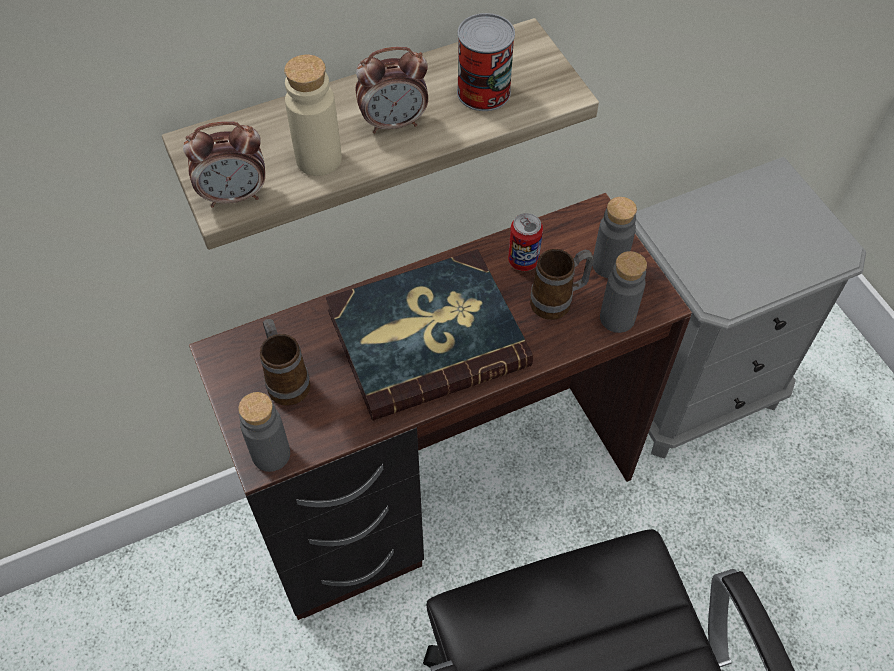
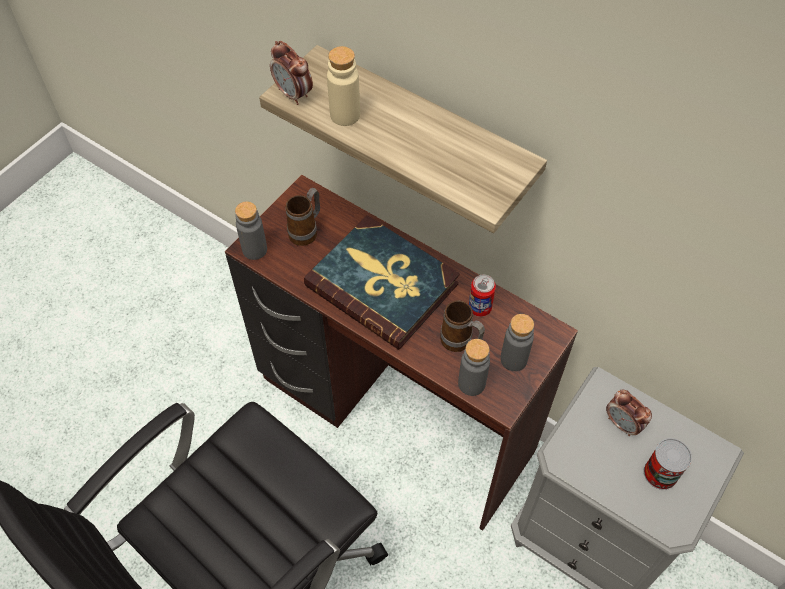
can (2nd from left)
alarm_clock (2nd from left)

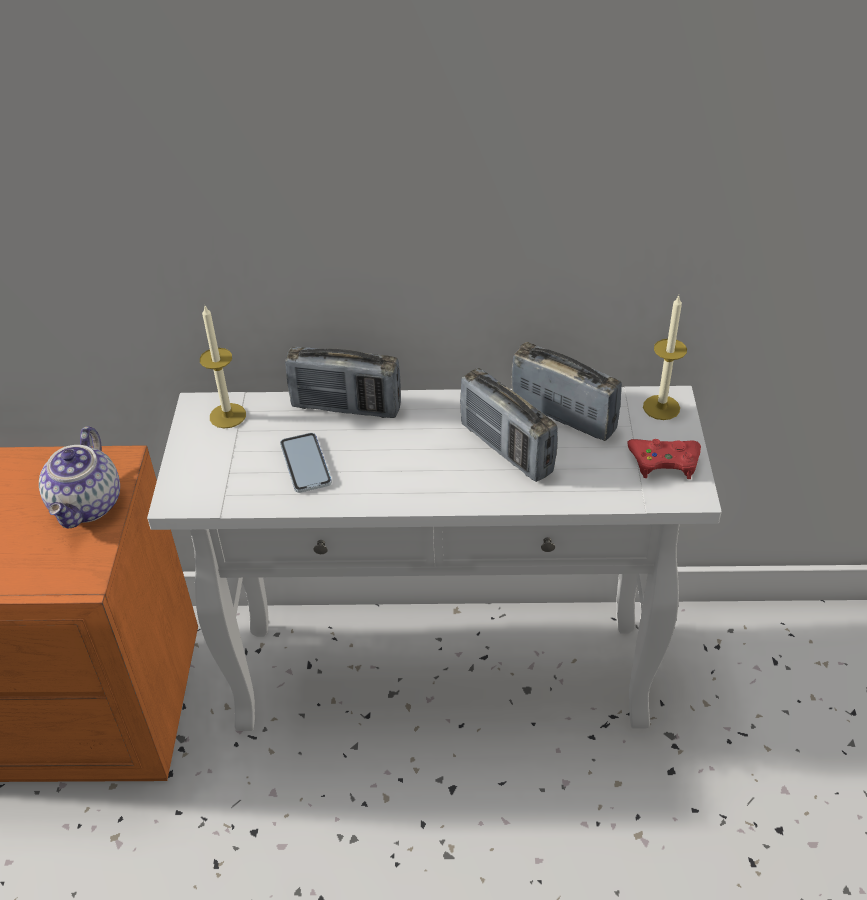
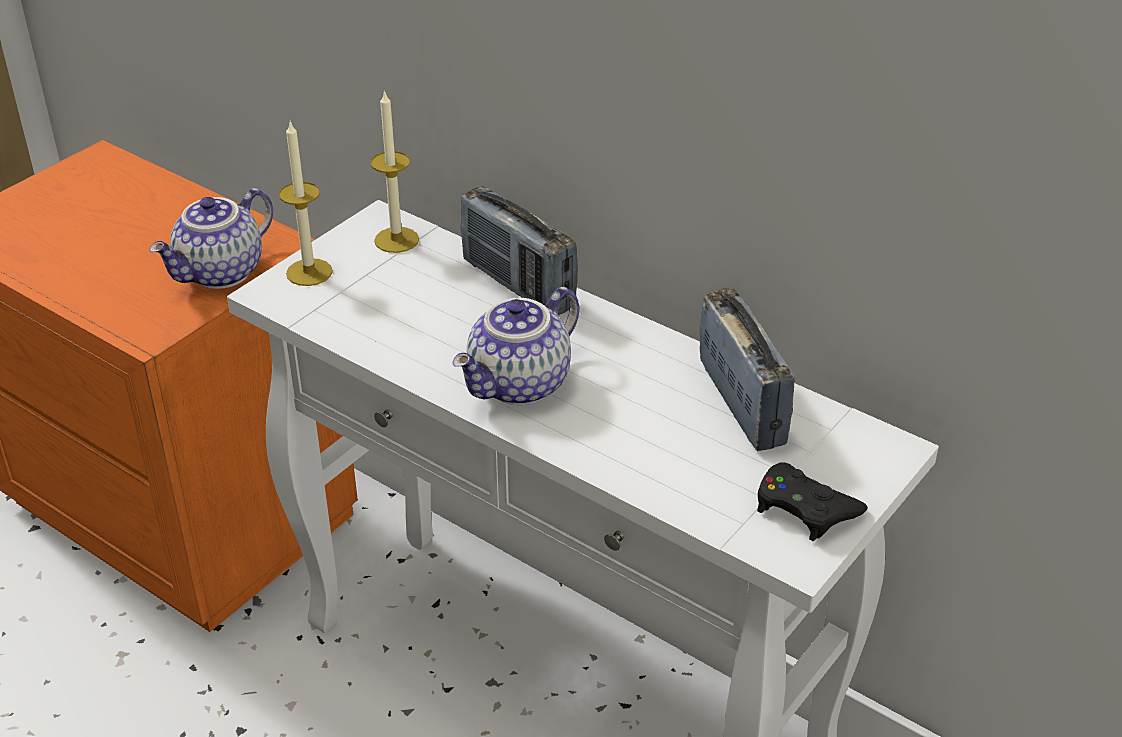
candle (1st from left)
radio (2nd from left in the first image)
phone
black_game_controller
teapot (2nd from left)

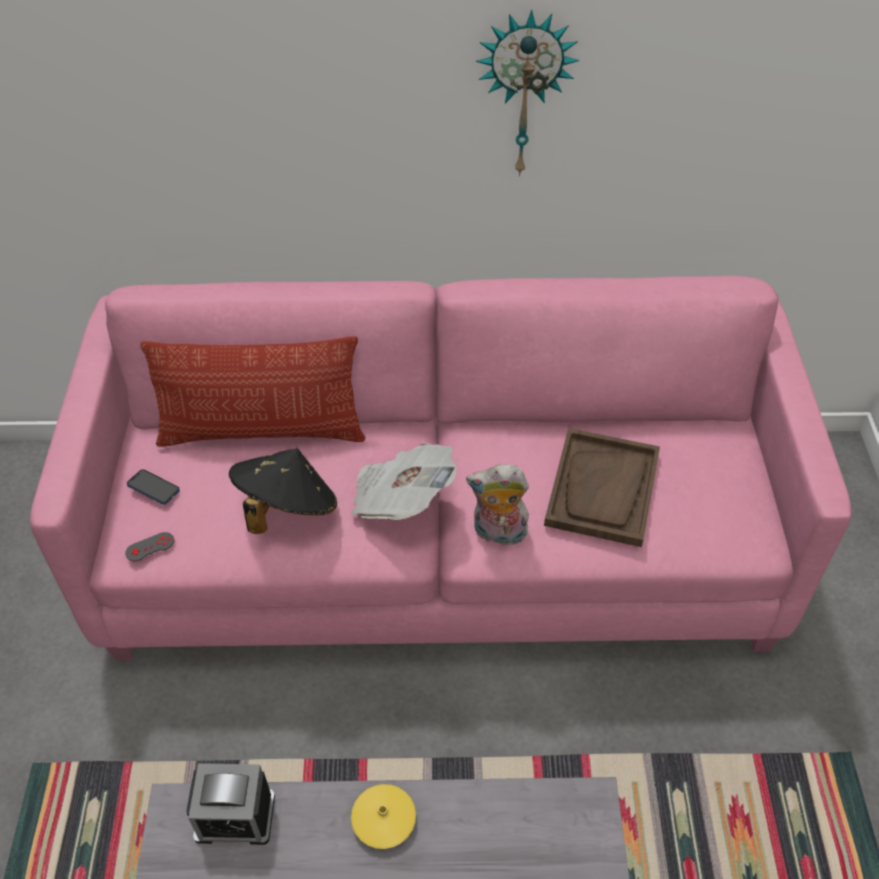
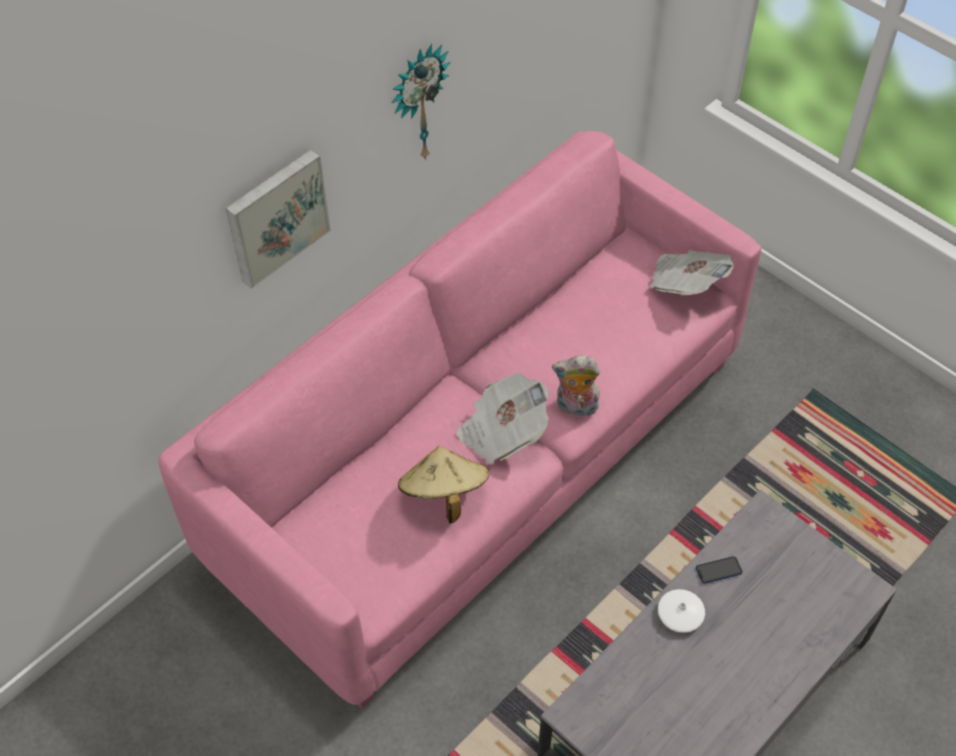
pillow
brown_tray
beige_hat
plush_toy
phone
grey_game_controller
alarm_clock
white_vase
picture
newspaper (2nd from left)

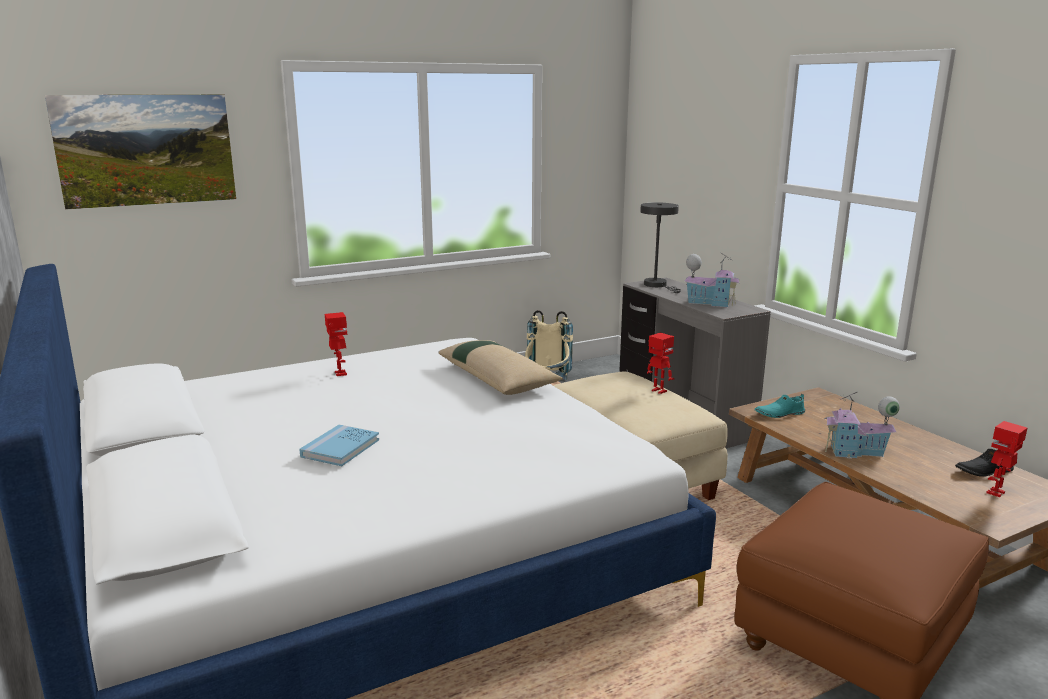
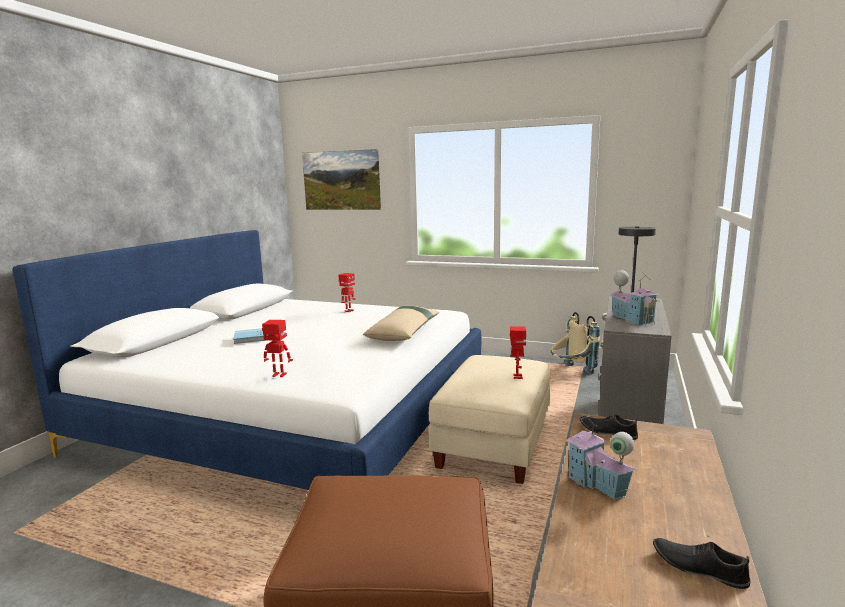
black_shoe (1st from left)
toy_robot (1st from left)

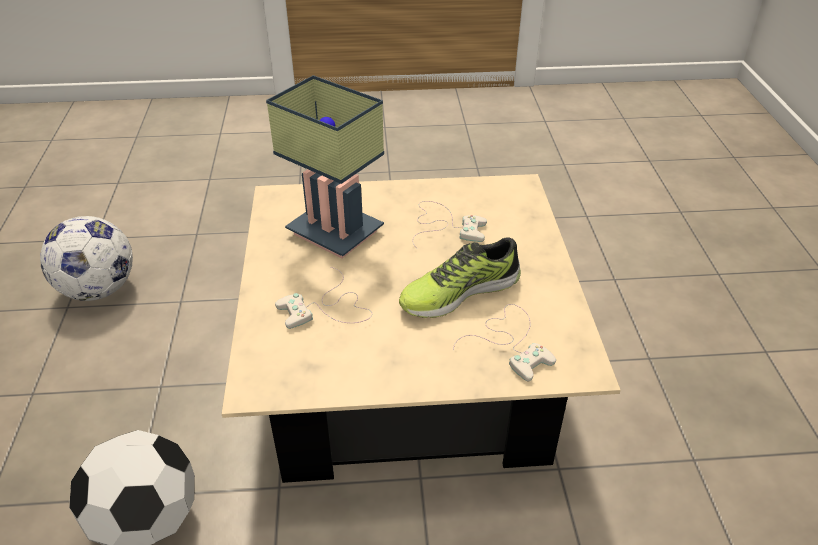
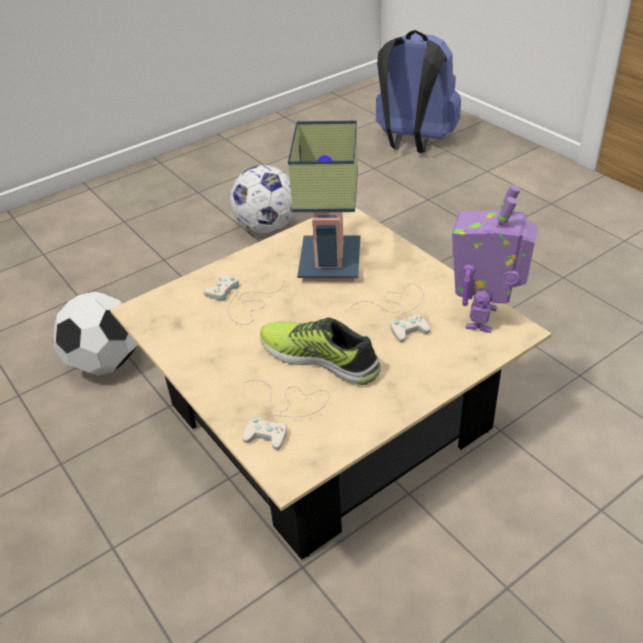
blue_backpack
toy_robot

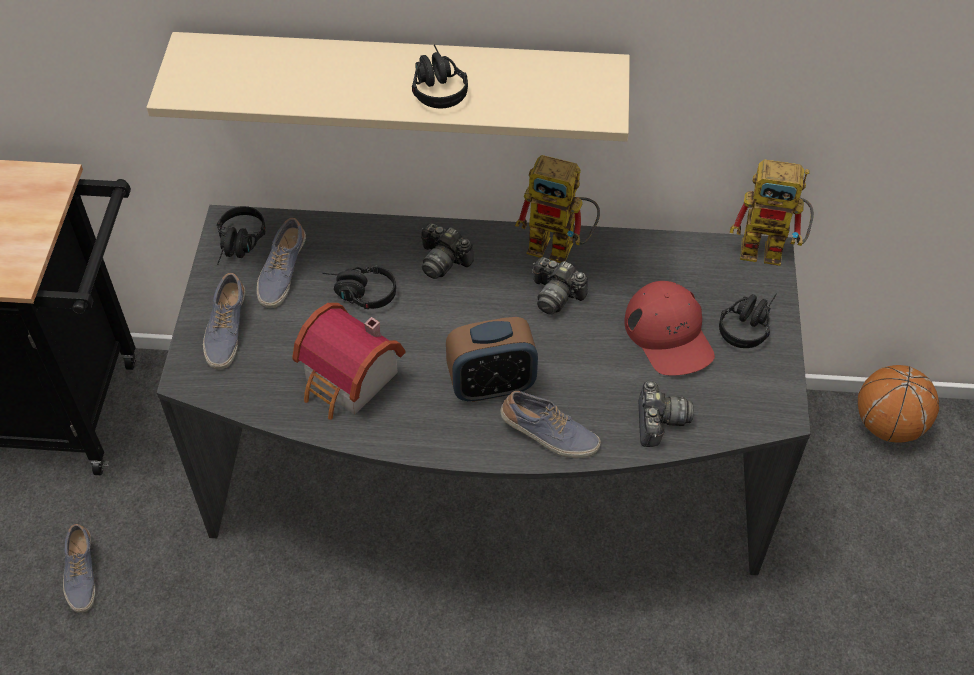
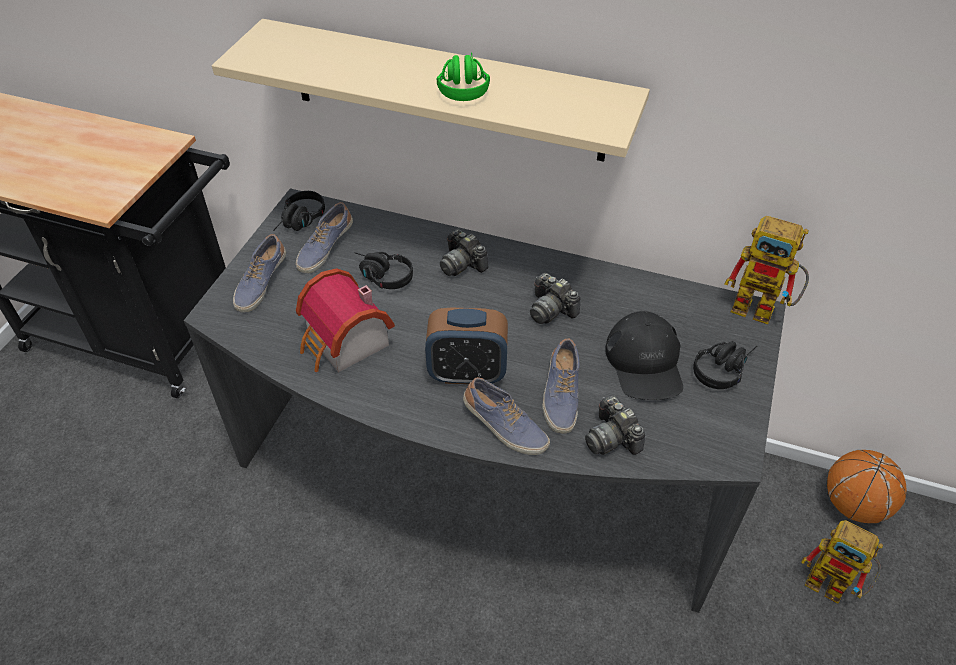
green_headphones
toy_robot (2nd from left)
black_cap
photo_camera (3rd from left)
shoe (4th from left)

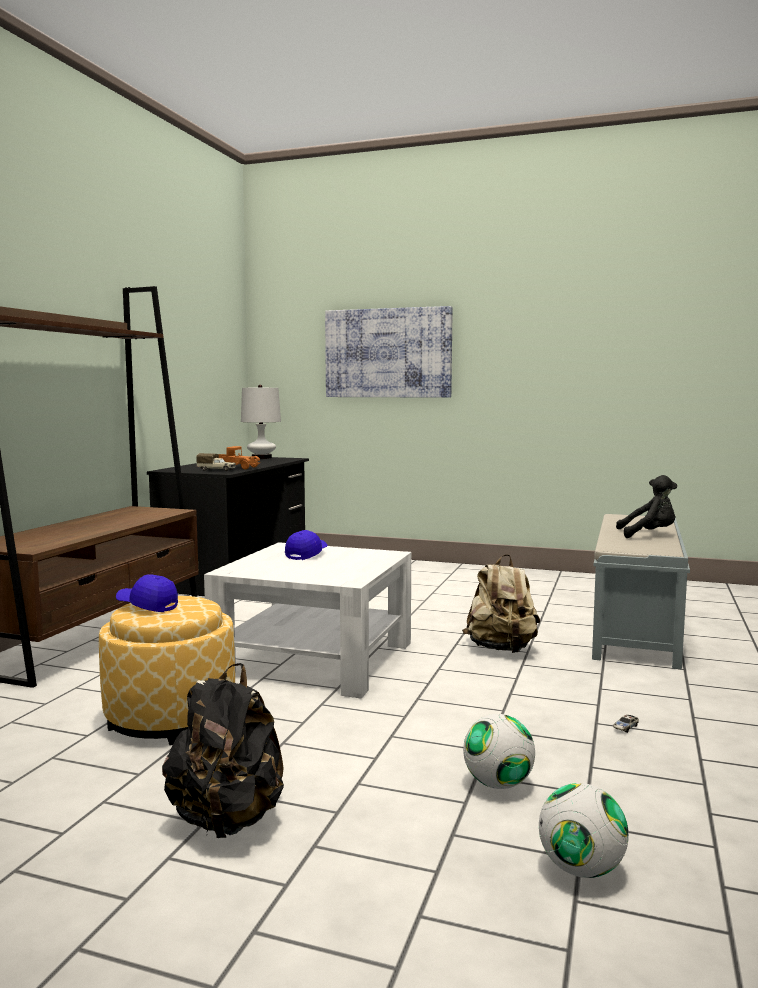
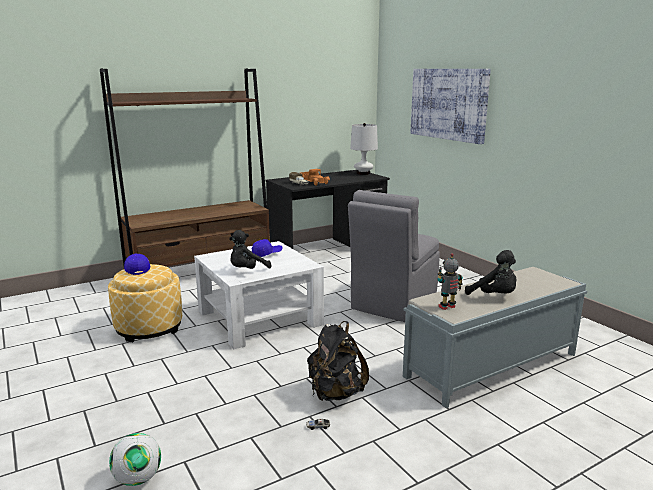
beige_backpack
black_backpack
football (1st from left in the first image)
grey_chair
black_plush_toy (1st from left)
toy_robot

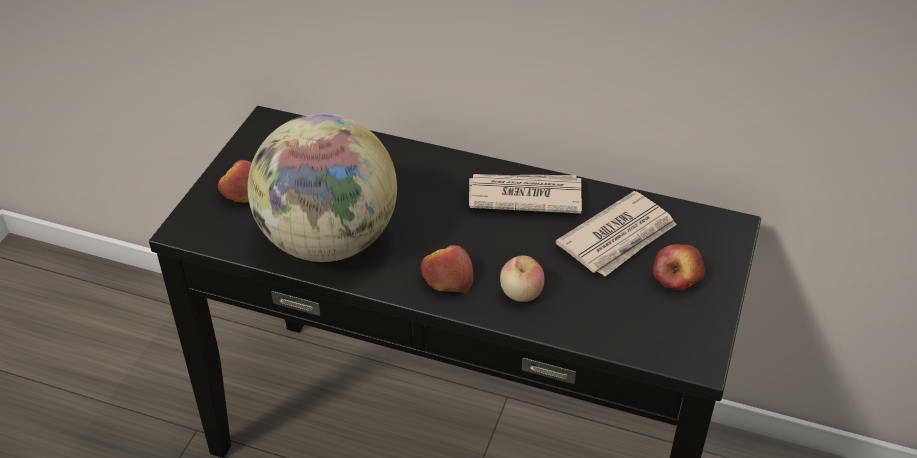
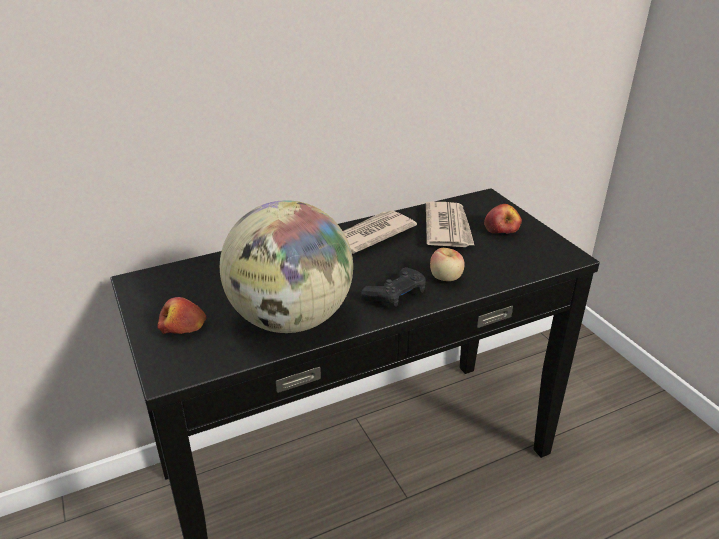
black_game_controller

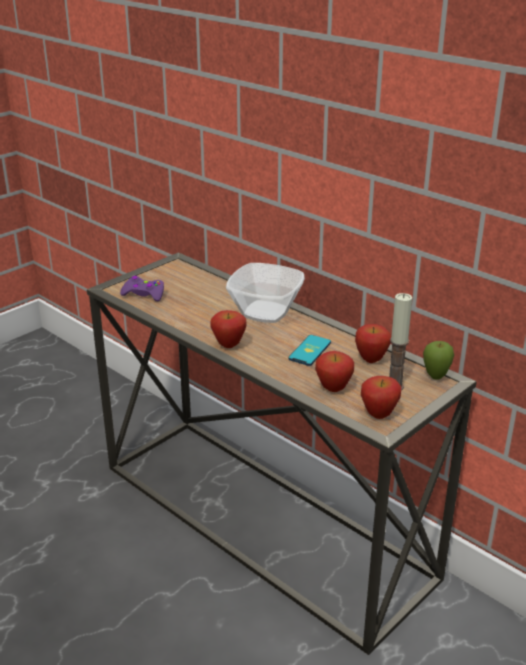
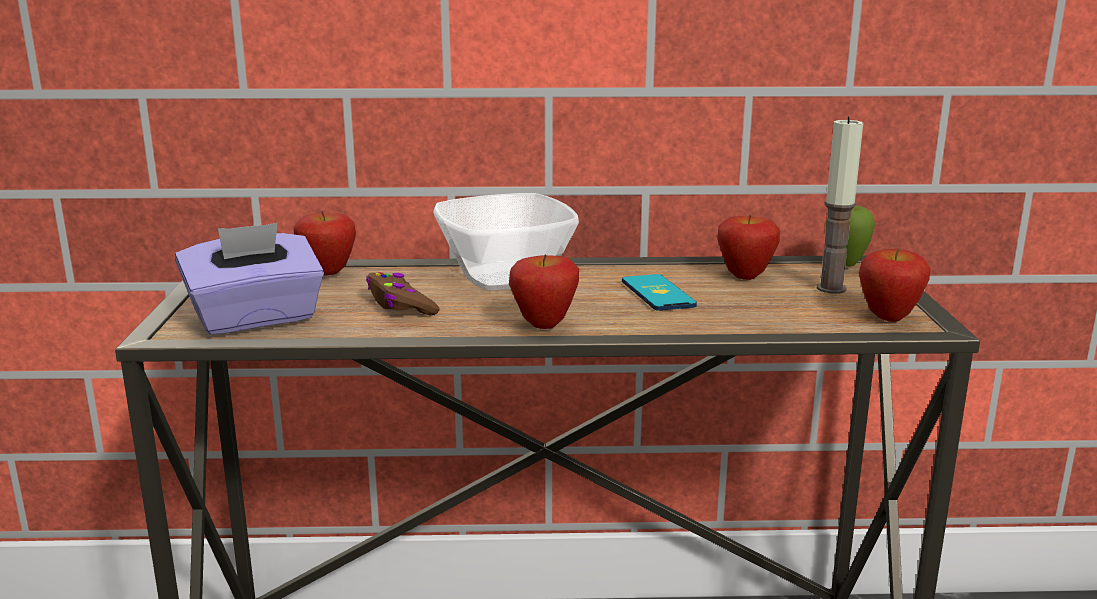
purple_tissue_box
apple (1st from left)
brown_game_controller

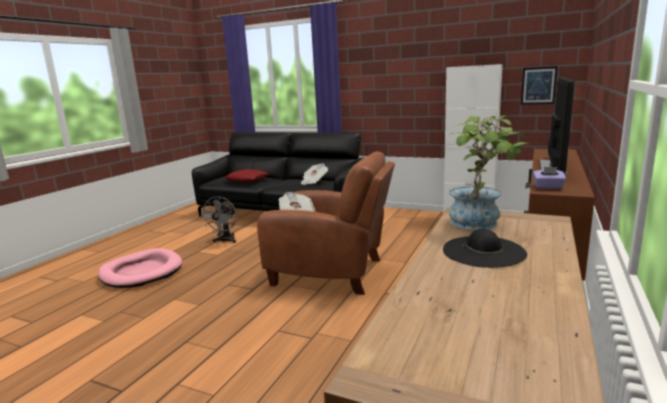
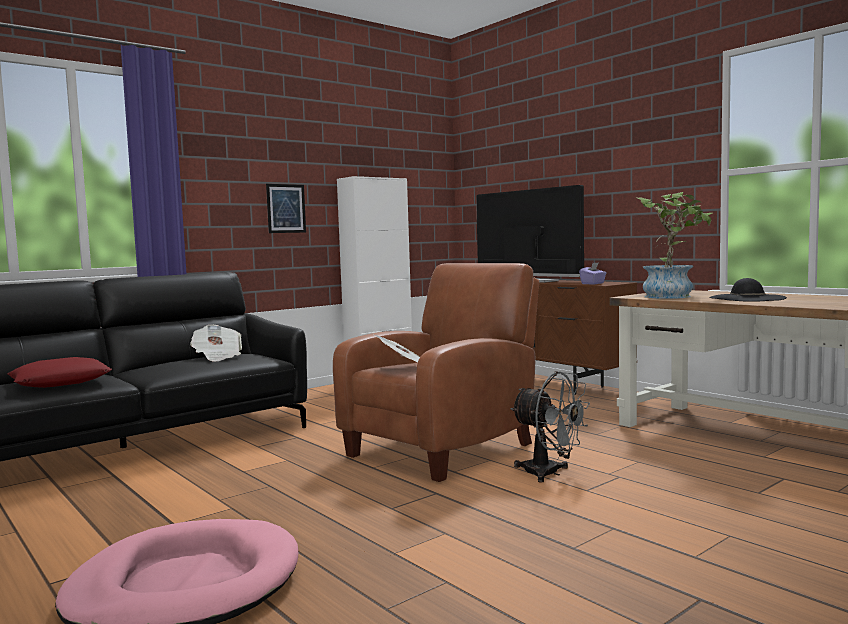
picture
grey_fan

